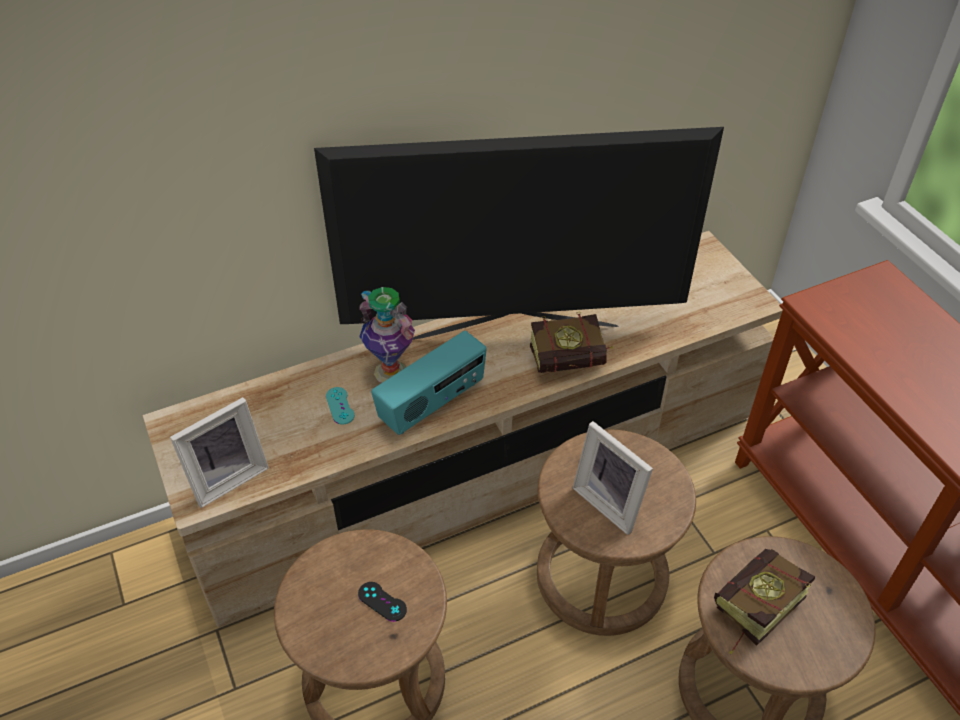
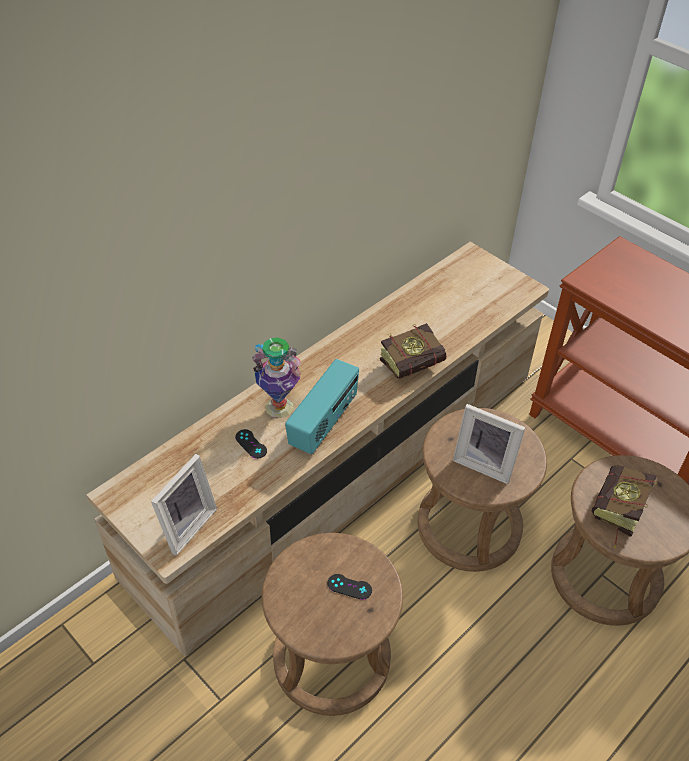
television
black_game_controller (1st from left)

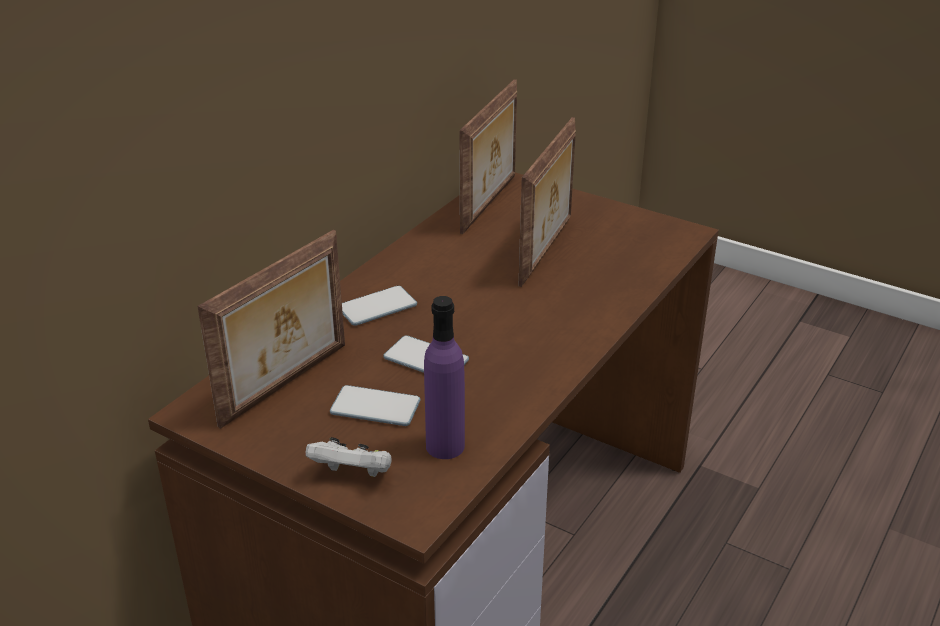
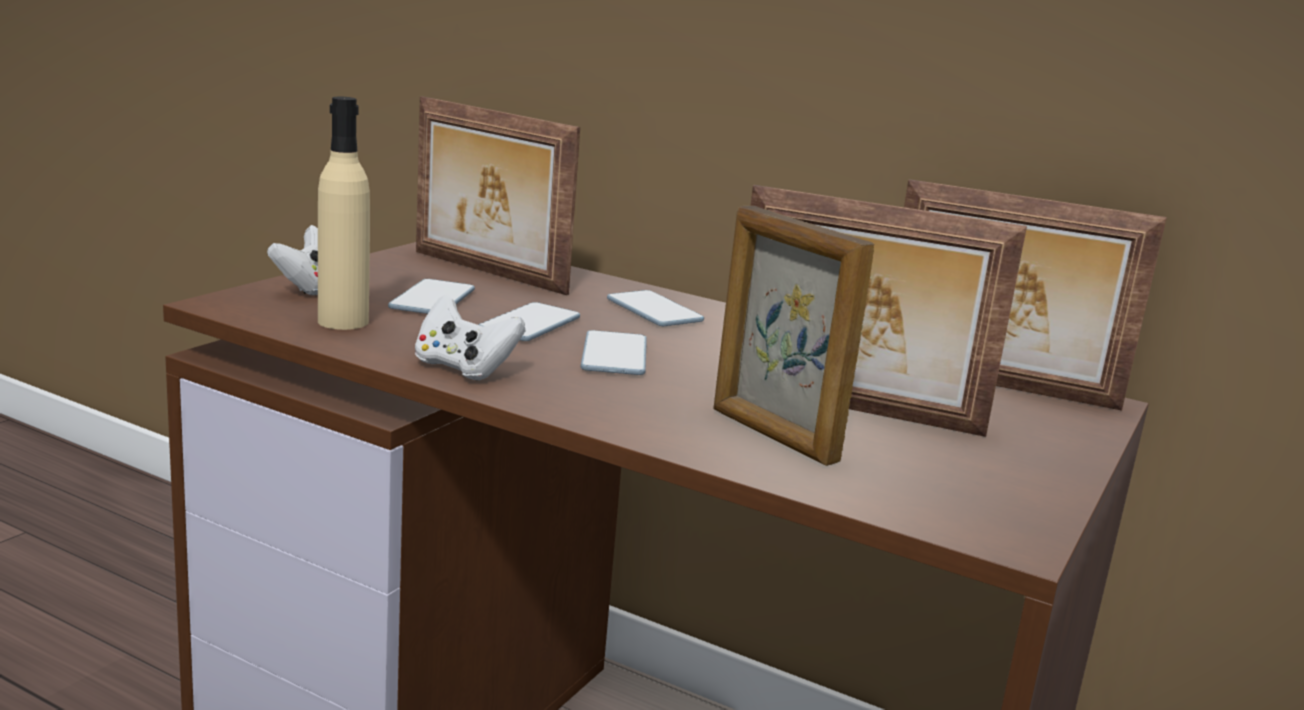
beige_bottle
picture_frame (2nd from left)
white_game_controller (2nd from left)
phone (3rd from left)

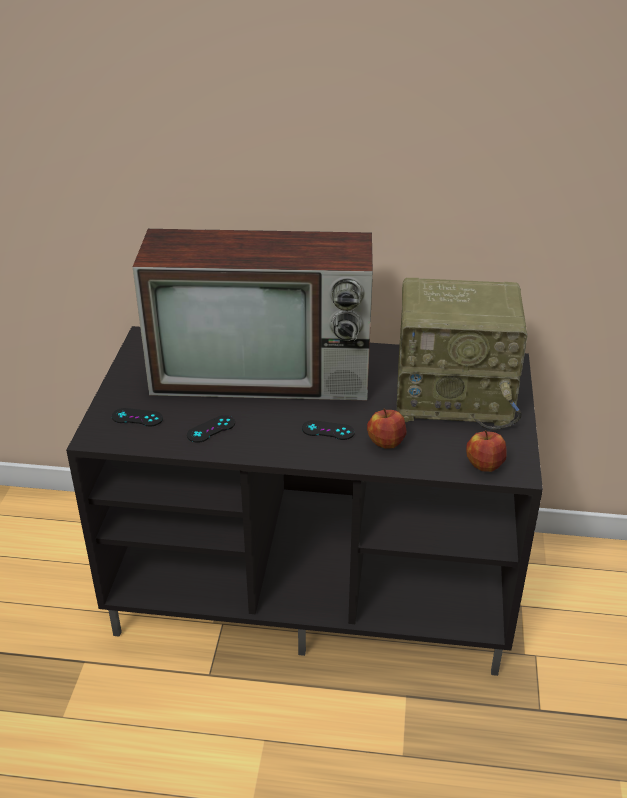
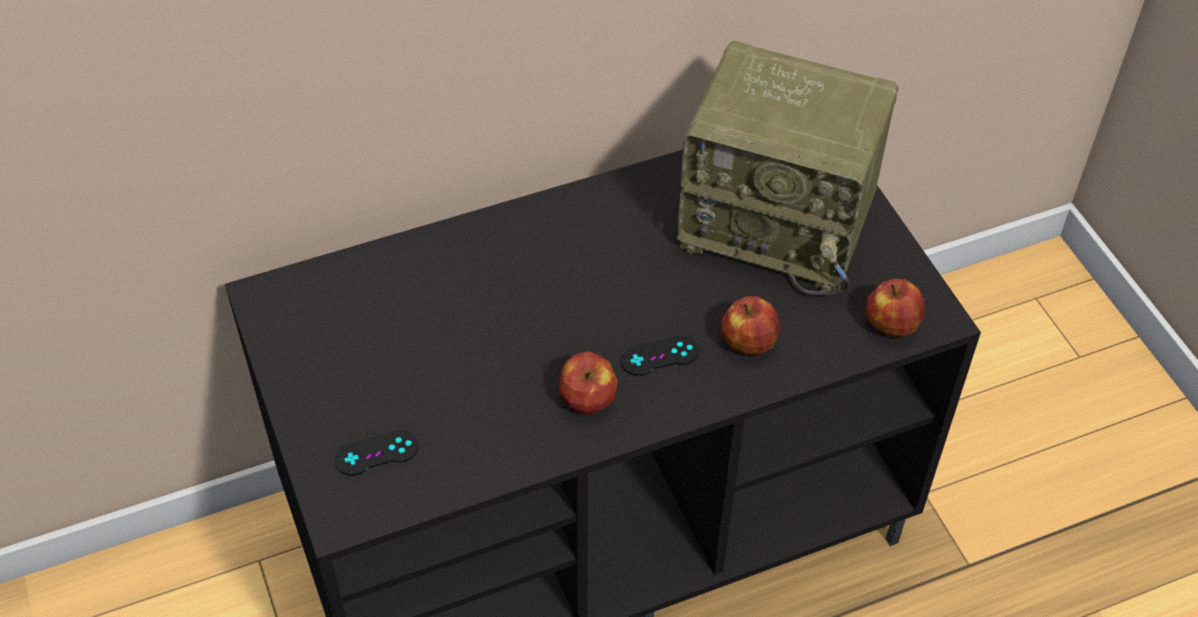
television
radio
black_game_controller (2nd from left in the first image)
apple (1st from left)

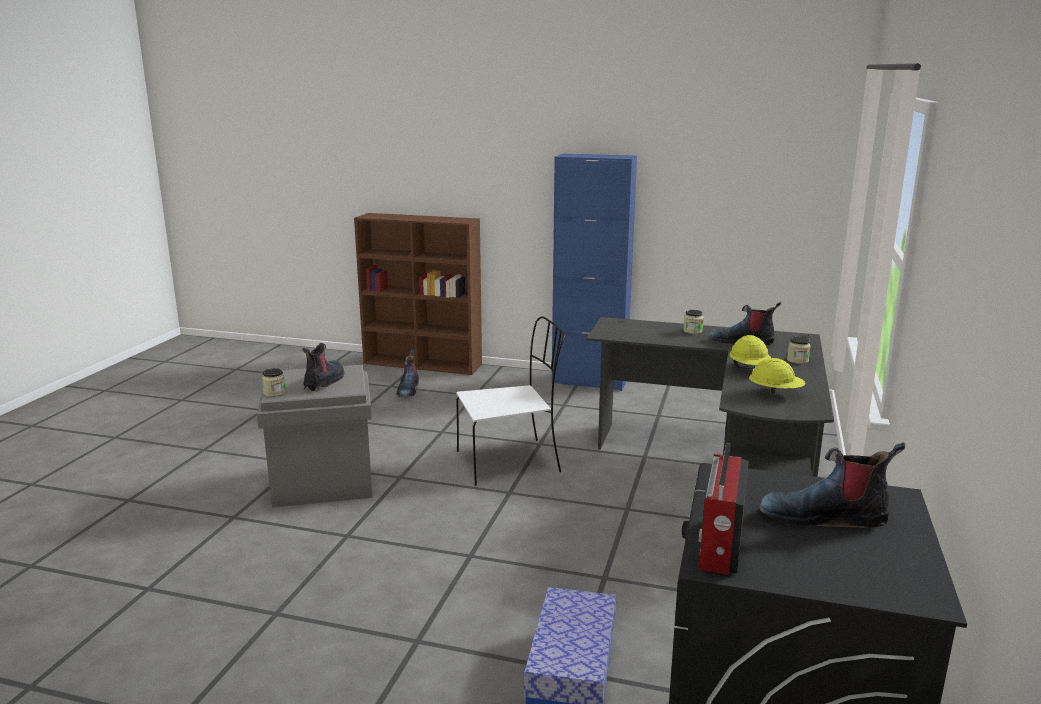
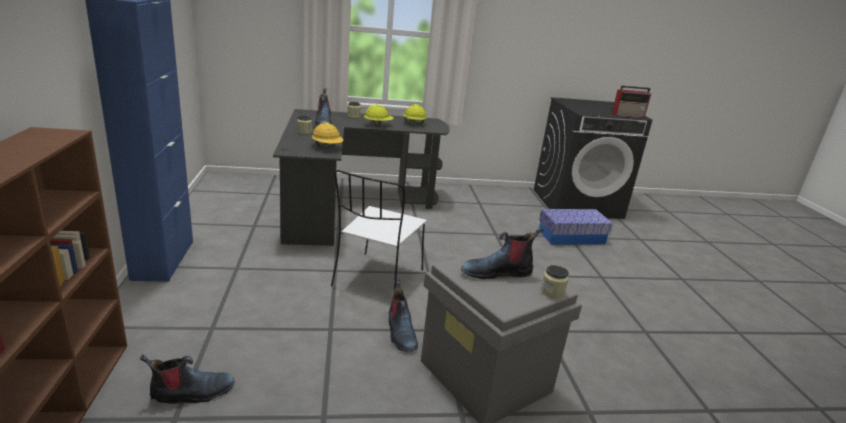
white_chair
boot (3rd from left)
yellow_hard_hat (1st from left)

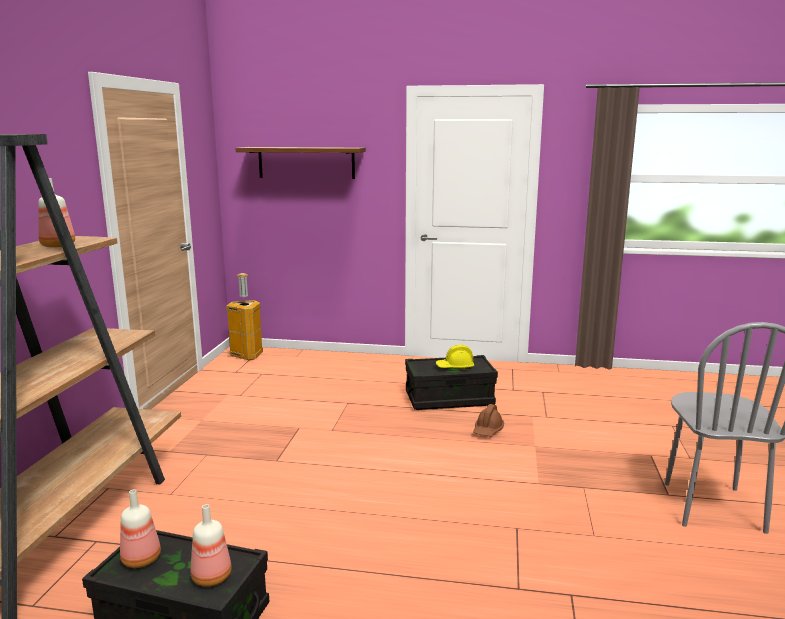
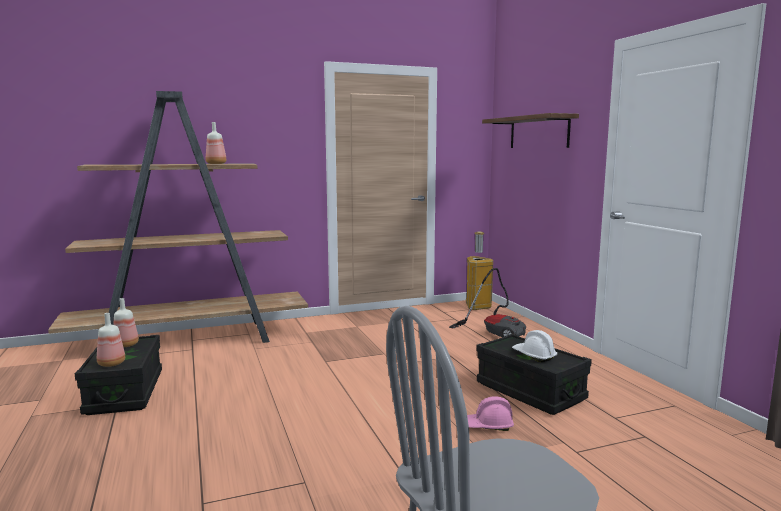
white_hard_hat
pink_hard_hat
vacuum_cleaner

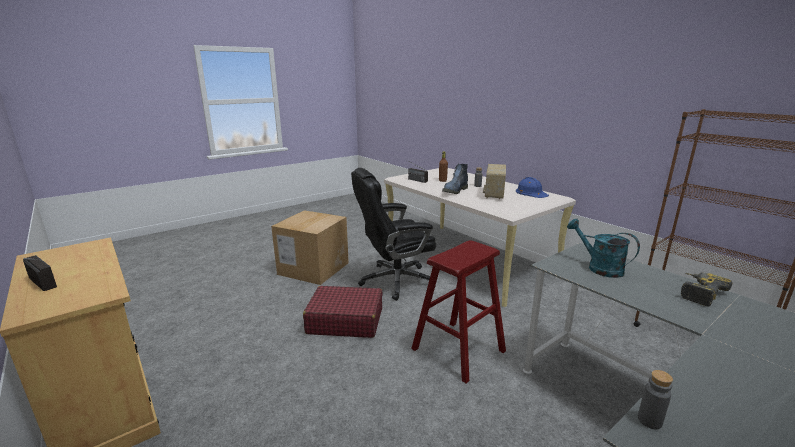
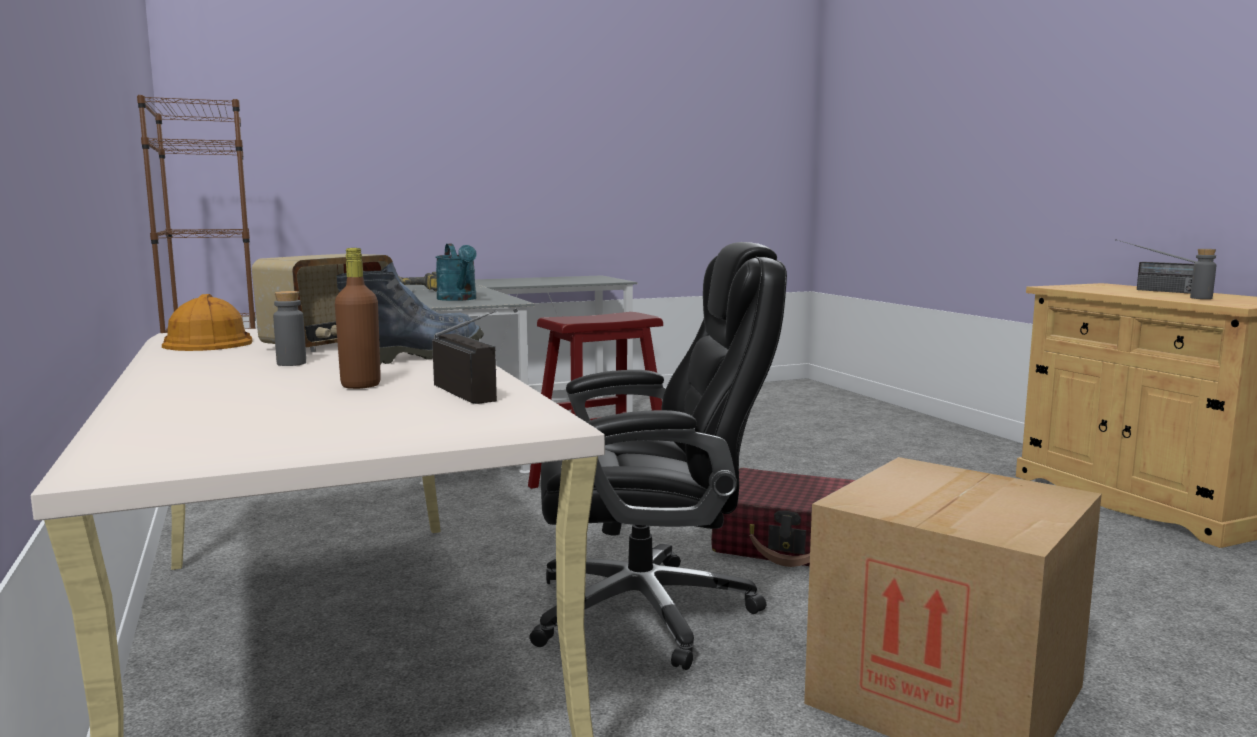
orange_hard_hat
grey_bottle (2nd from left)

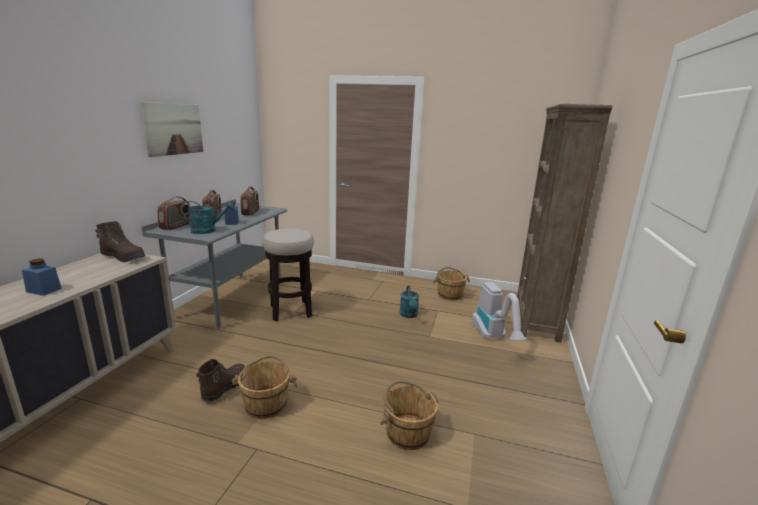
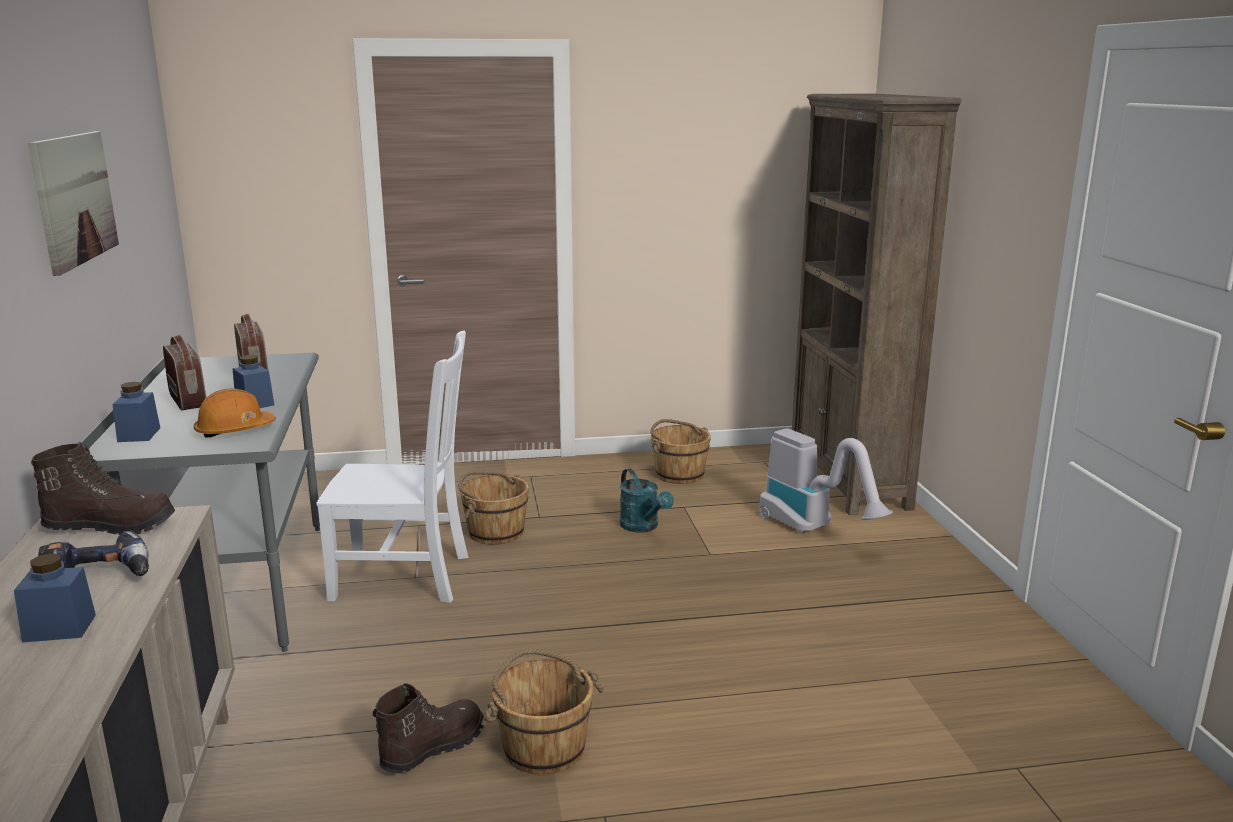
blue_jar (2nd from left)
orange_hard_hat
white_chair
brown_boot (2nd from left)
brown_bucket (1st from left)
power_drill

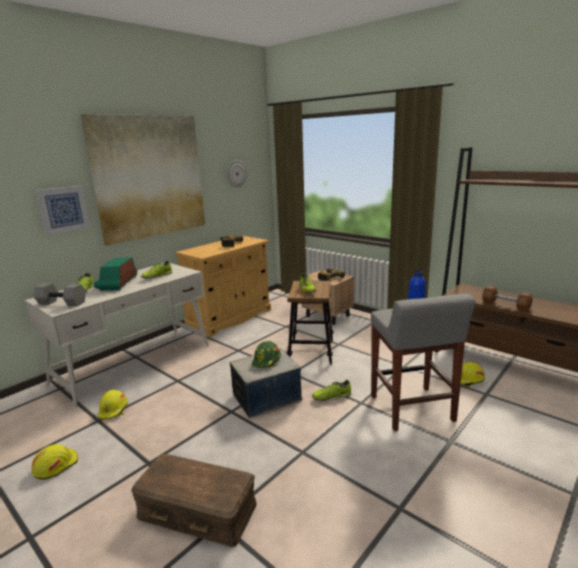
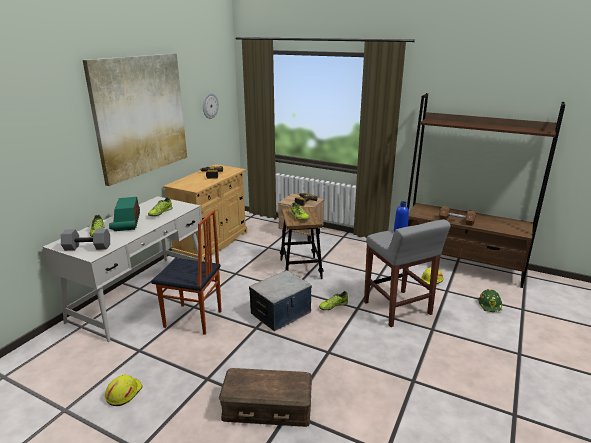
picture (1st from left in the first image)
green_hard_hat
yellow_hard_hat (2nd from left in the first image)
chair

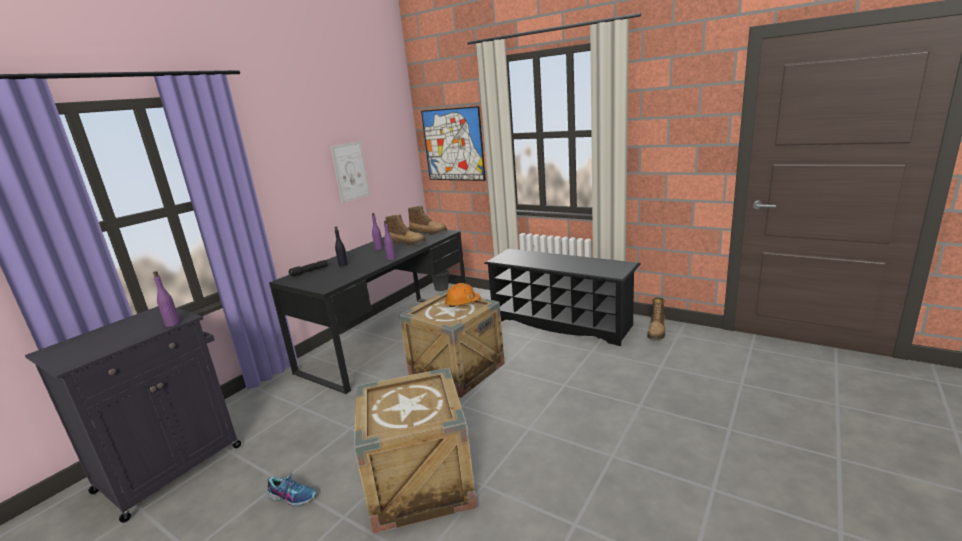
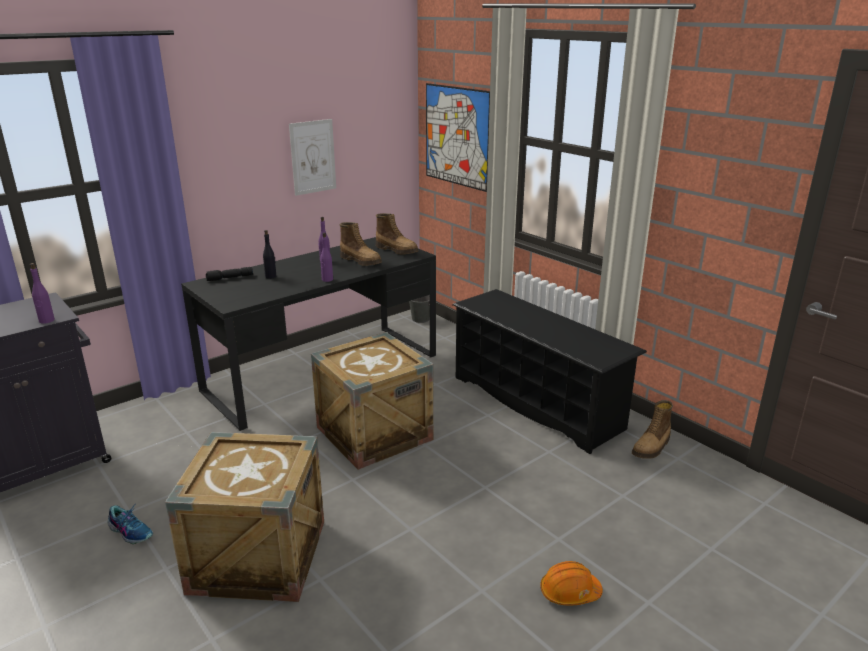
orange_hard_hat

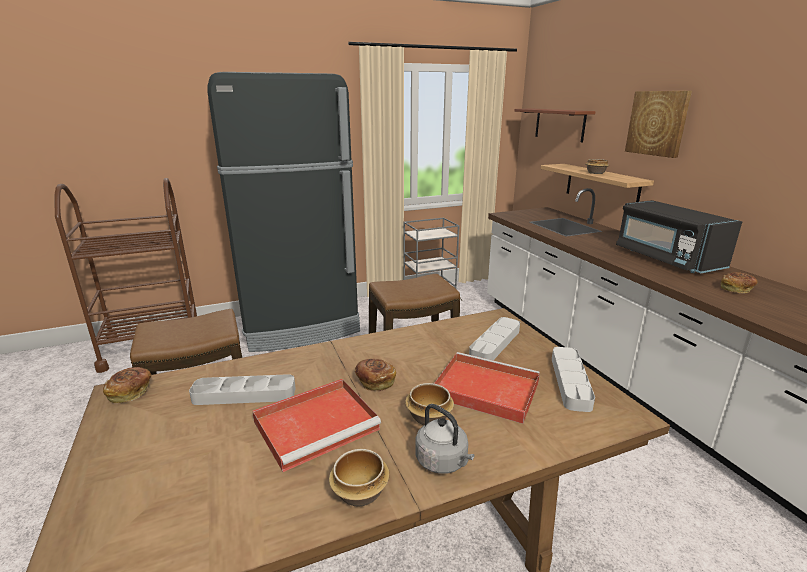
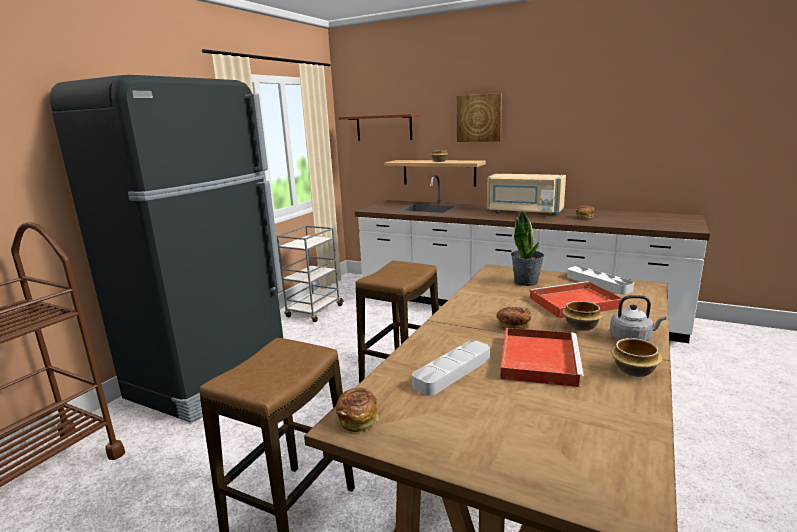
beige_microwave
potted_plant

